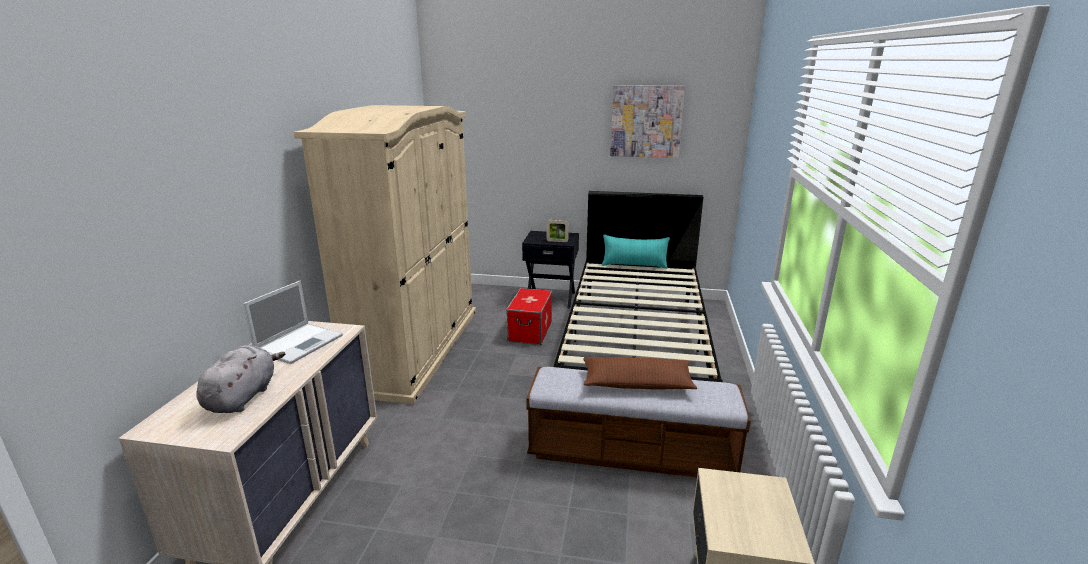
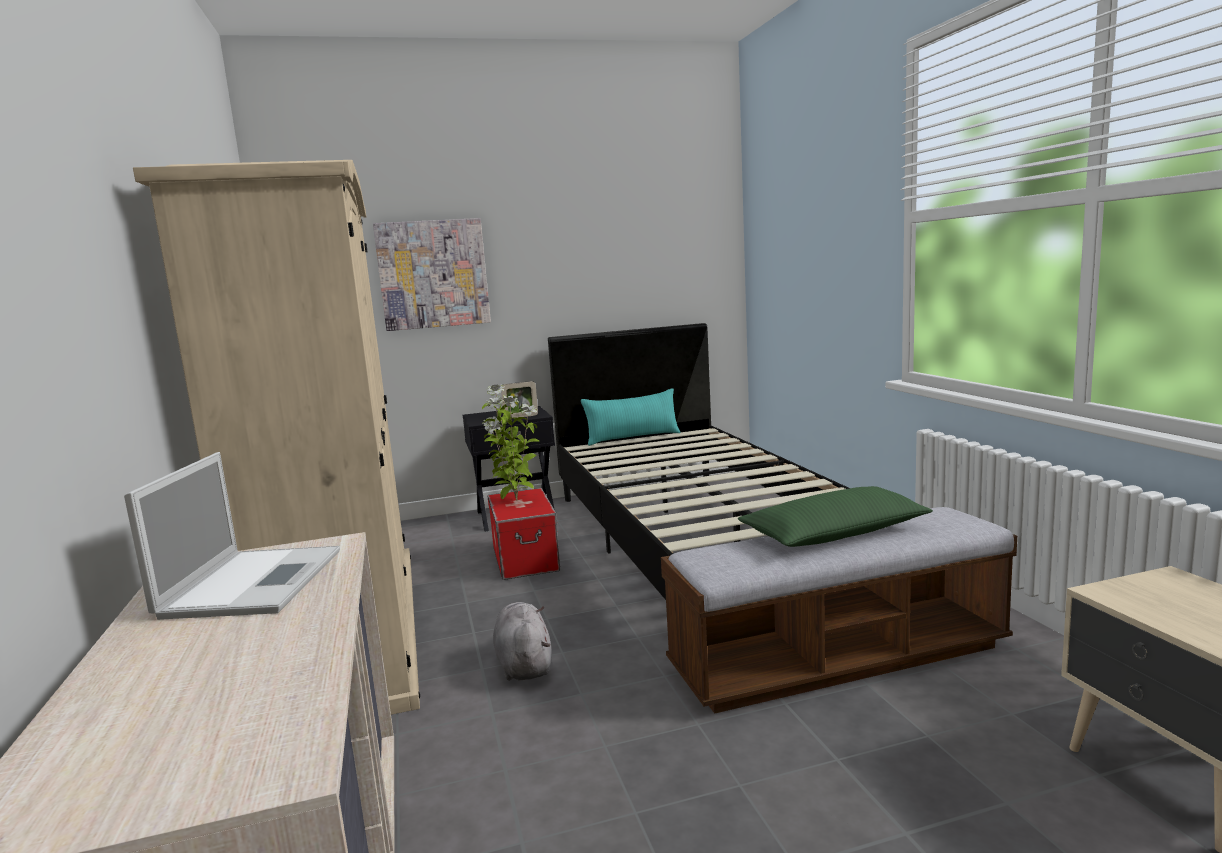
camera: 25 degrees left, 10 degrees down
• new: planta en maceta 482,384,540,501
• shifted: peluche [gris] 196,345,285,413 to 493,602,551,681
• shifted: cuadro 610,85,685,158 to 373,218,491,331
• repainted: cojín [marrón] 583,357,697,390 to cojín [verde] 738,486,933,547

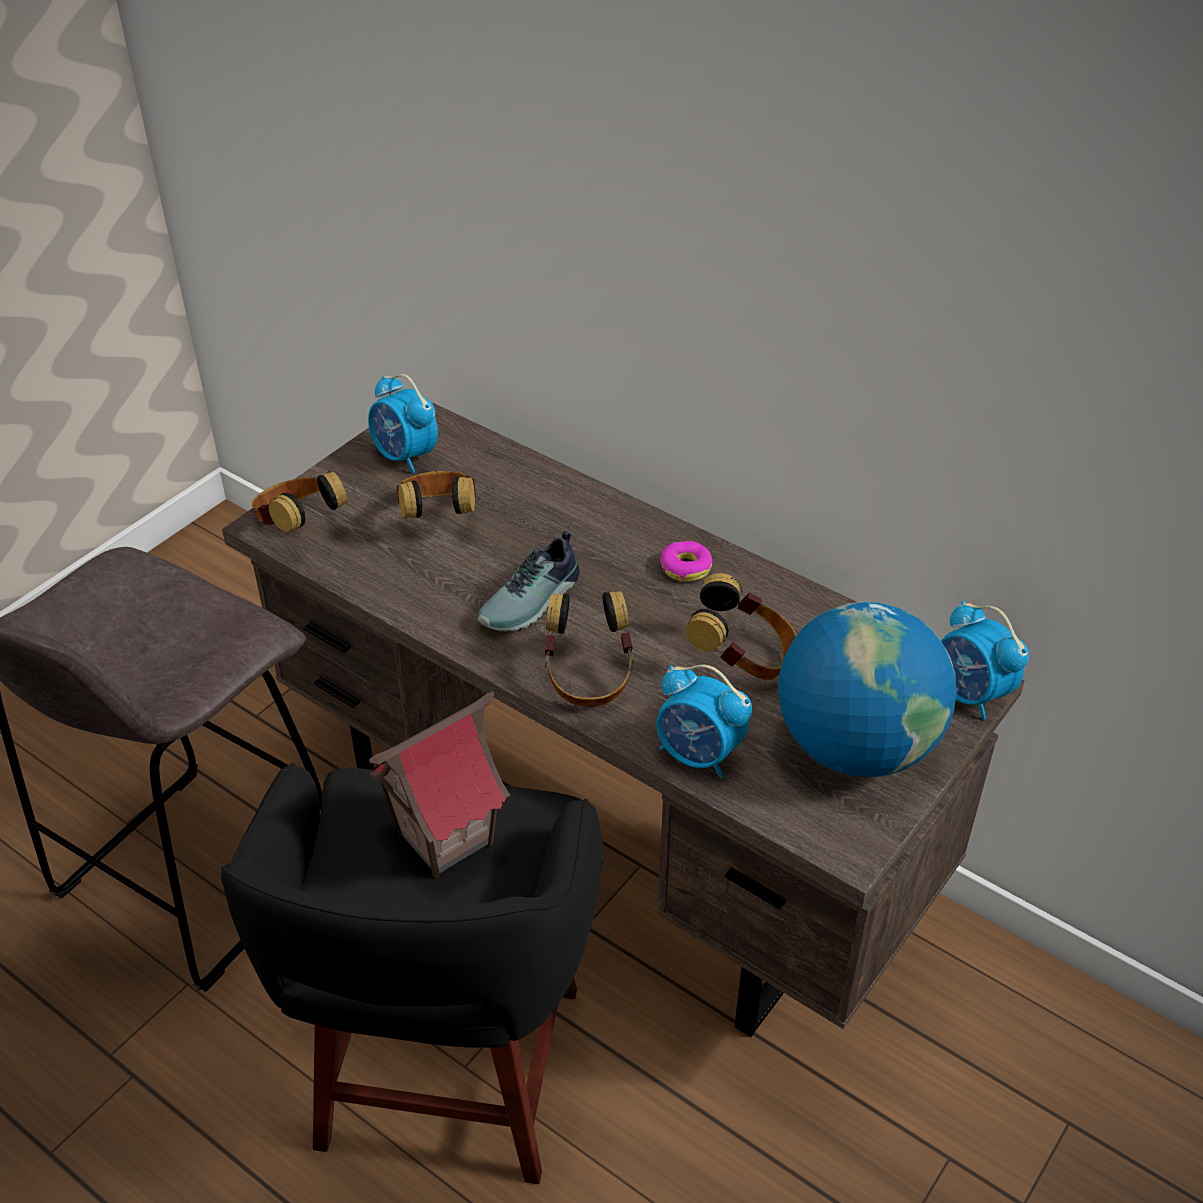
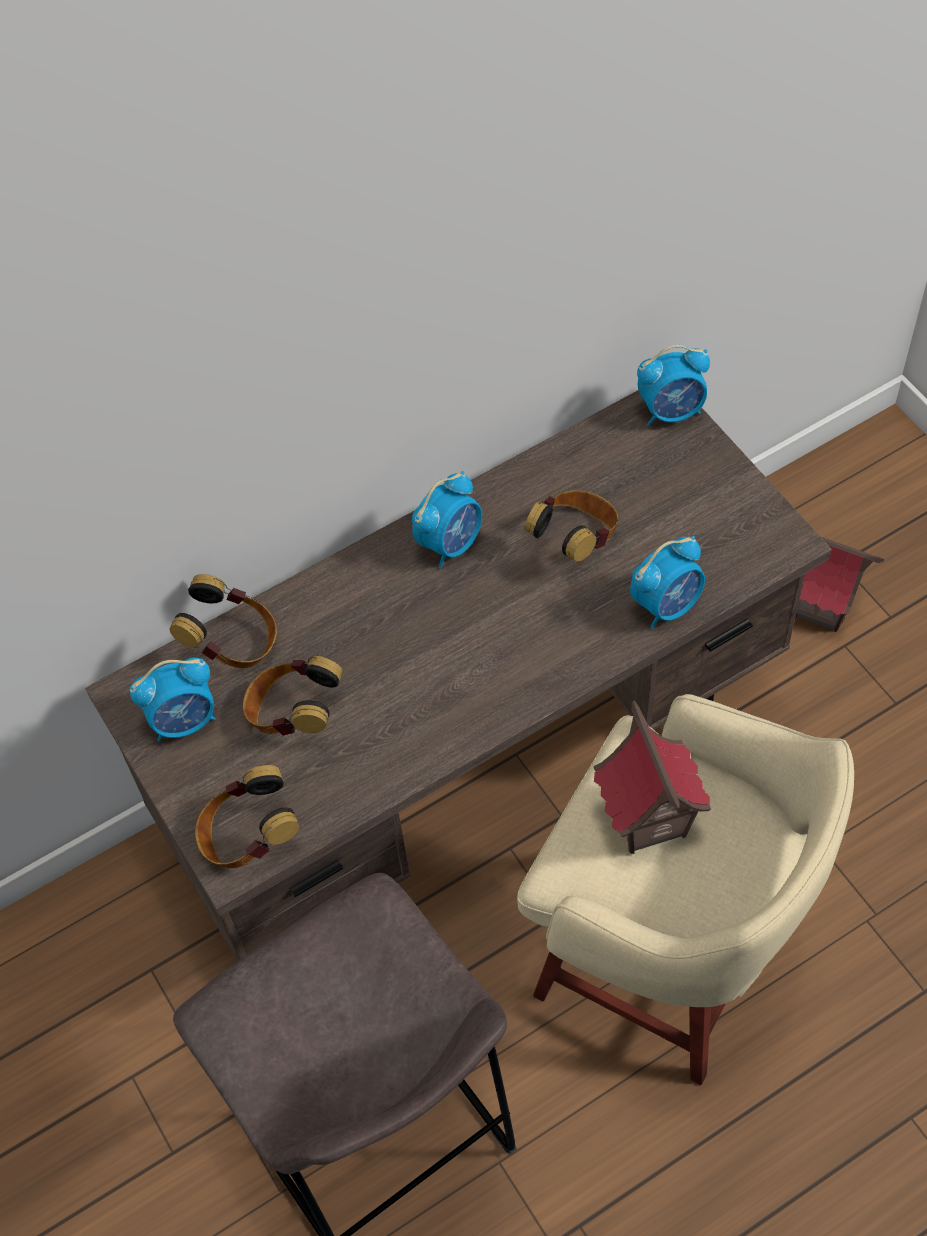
camera: 65 degrees left, 15 degrees up
• gone: zapato 477,531,580,631
• gone: globo terráqueo 778,601,957,777
• new: casita 796,537,884,632
• shifted: auriculares 545,591,634,707 to 170,574,277,668
• swapped: rosquilla 660,541,713,582 to despertador 412,471,482,569
• repainted: taburete [negro] 221,763,603,1184 to taburete [beis] 517,694,854,1085

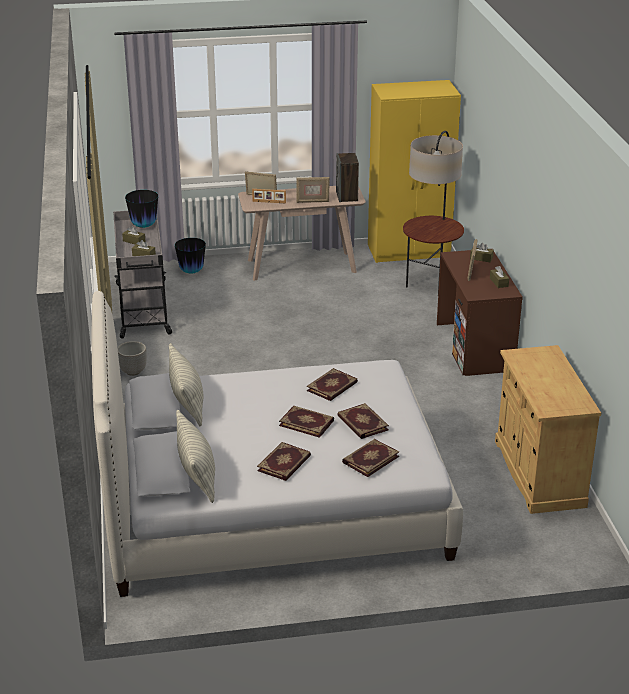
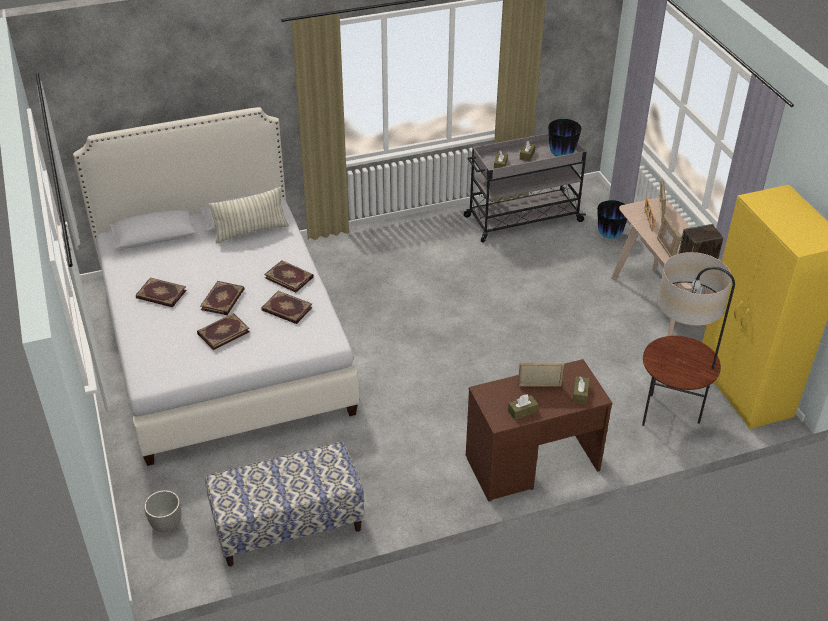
camera: 80 degrees right, 10 degrees up
• gone: cojín 176,410,215,503
• shifted: maceta 117,341,147,376 to 144,490,182,532
• shifted: libro 342,439,399,477 to 264,260,314,293
• swapped: armario [beis] 495,345,601,514 to banco 205,442,365,566

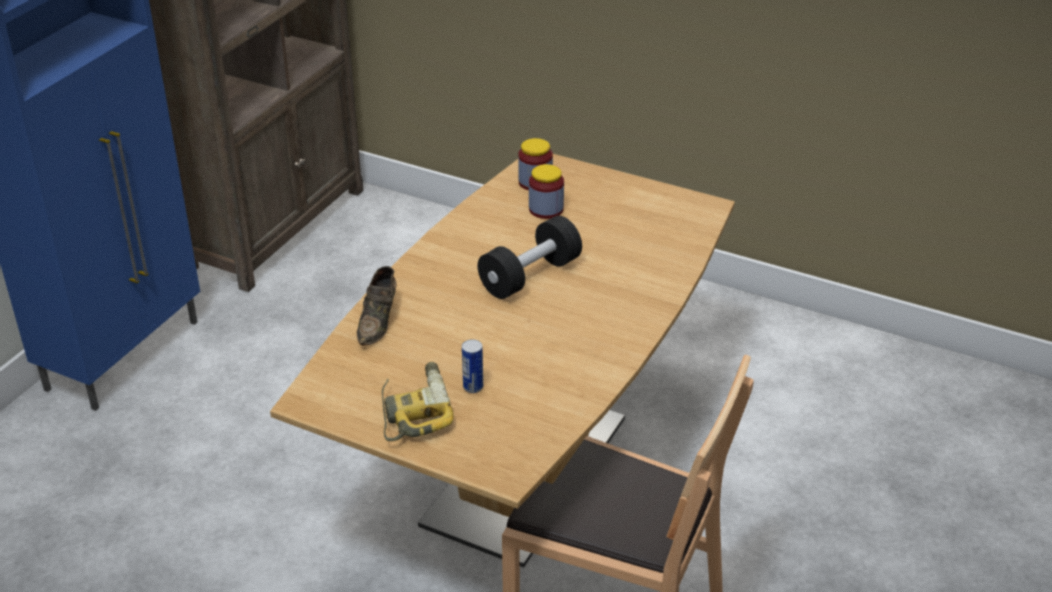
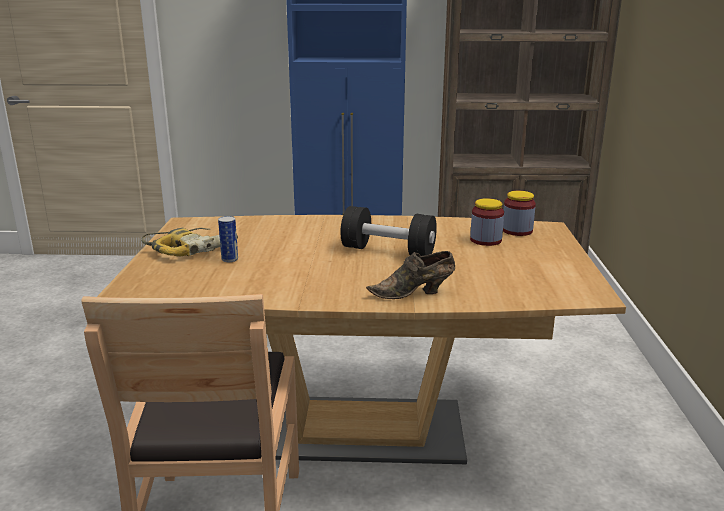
camera: 65 degrees right, 15 degrees down
• shifted: zapato [marrón] 357,266,397,345 to 366,251,455,299

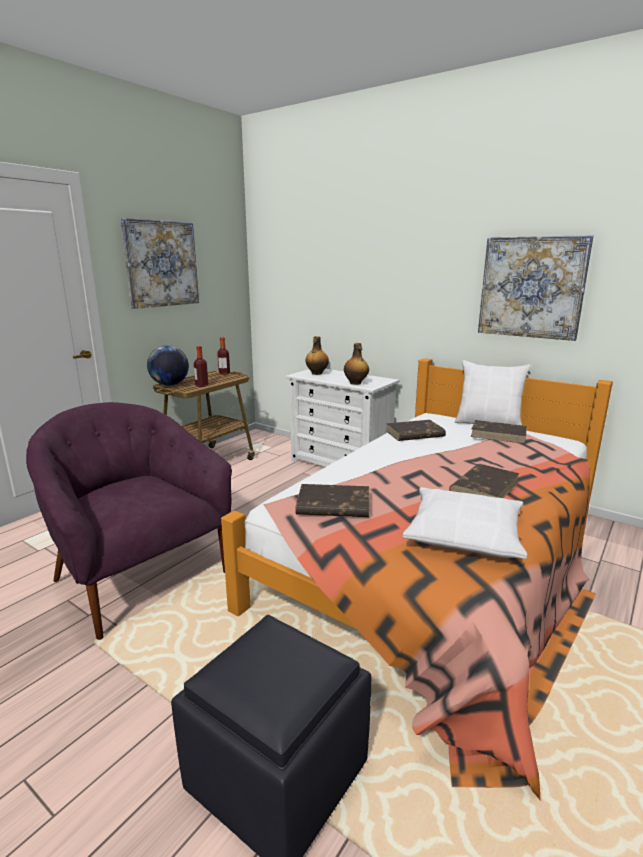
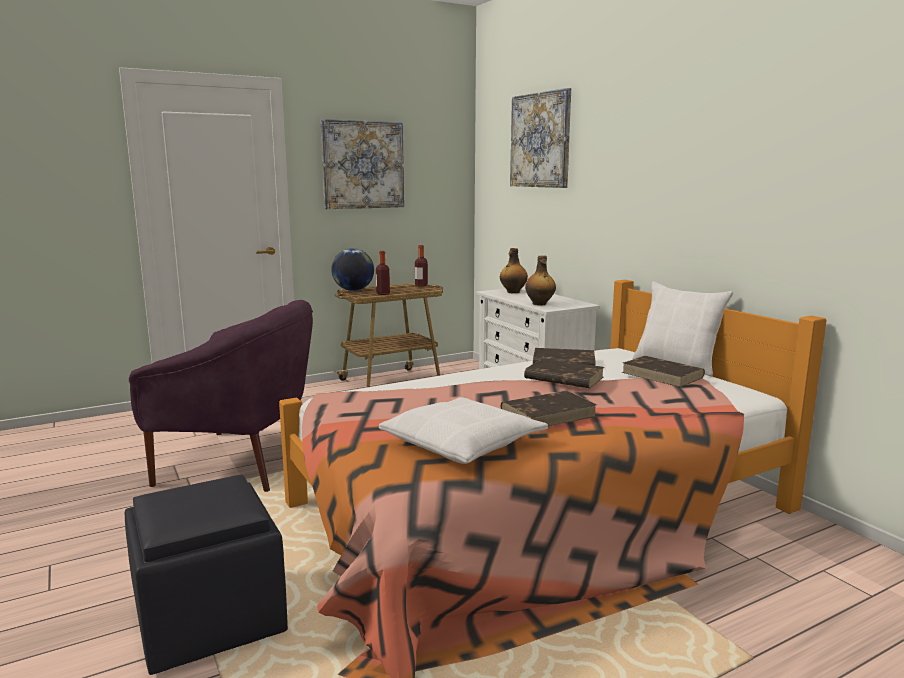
camera: 25 degrees right, 5 degrees down
• shifted: libro [marrón] 295,484,369,517 to 524,358,604,388
• shifted: cuadro 478,235,594,341 to 510,88,571,188
• rotated: sillón [morado] 26,402,232,640 = 129,300,313,492 120 degrees clockwise

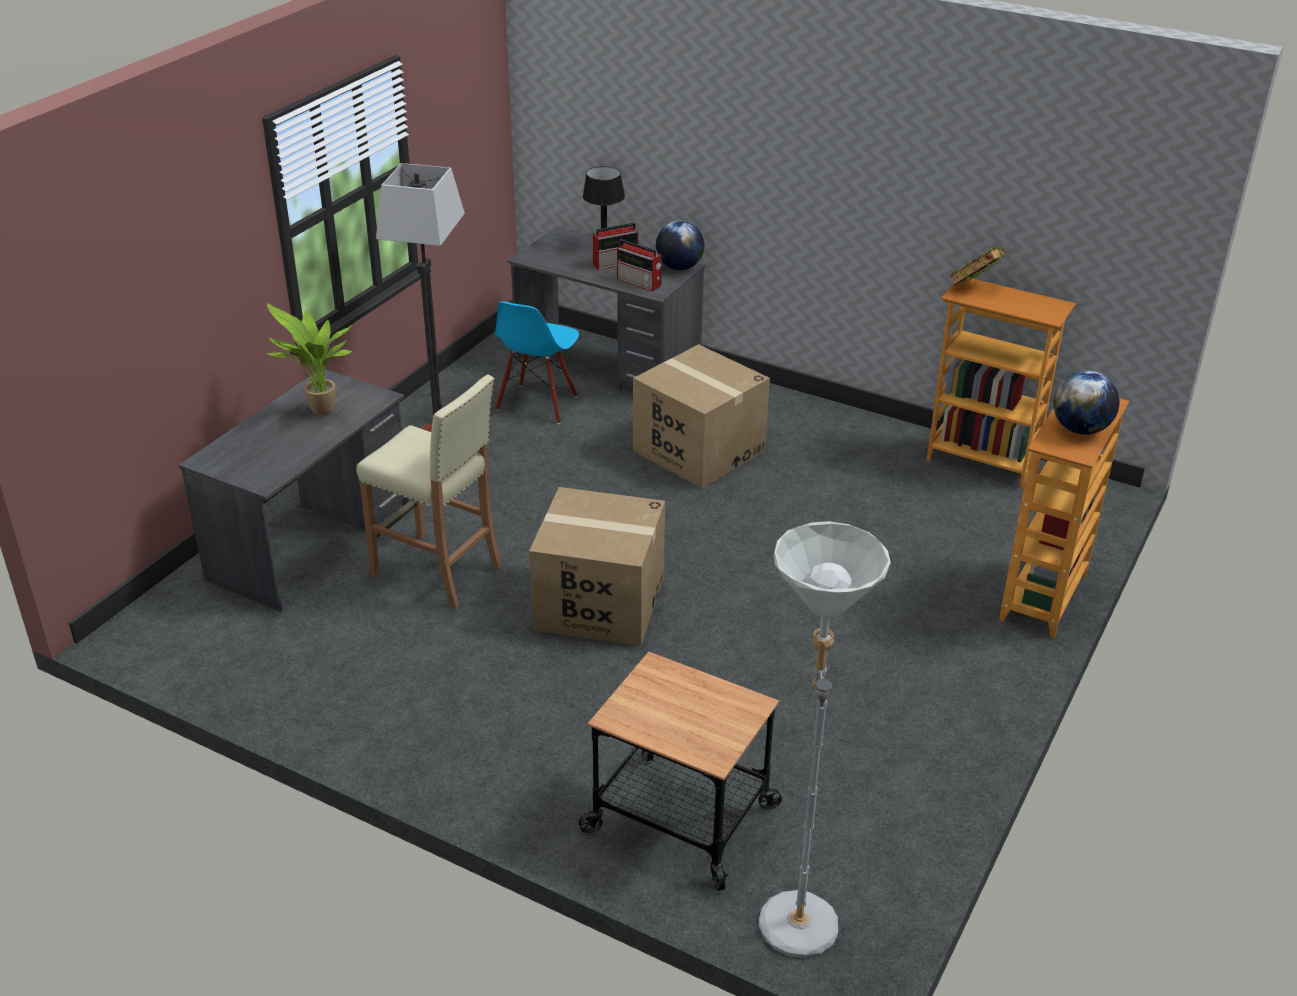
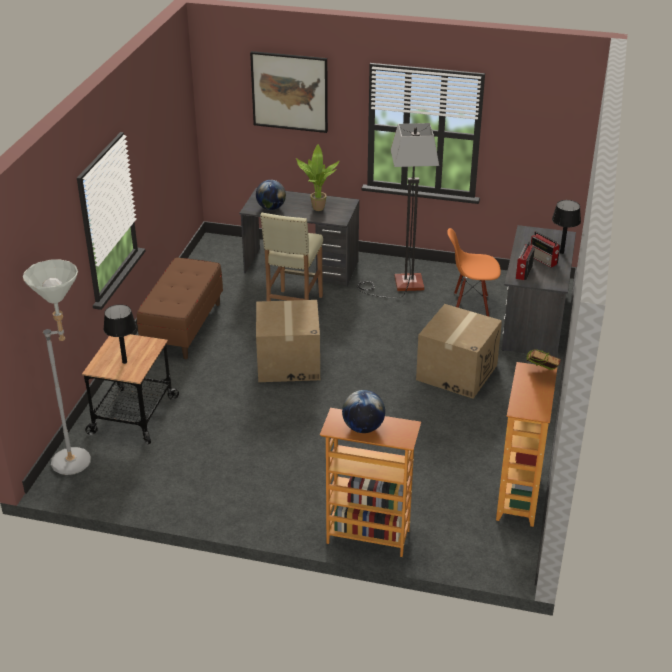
camera: 75 degrees right, 0 degrees up
• new: lámpara de mesa [negro] 103,304,137,364
• new: banco [marrón] 137,257,223,359
• new: cuadro 250,51,328,133
• shifted: globo terráqueo 656,221,704,270 to 256,180,286,210
• repainted: silla [azul] 495,302,579,424 to silla [naranja] 447,228,501,316

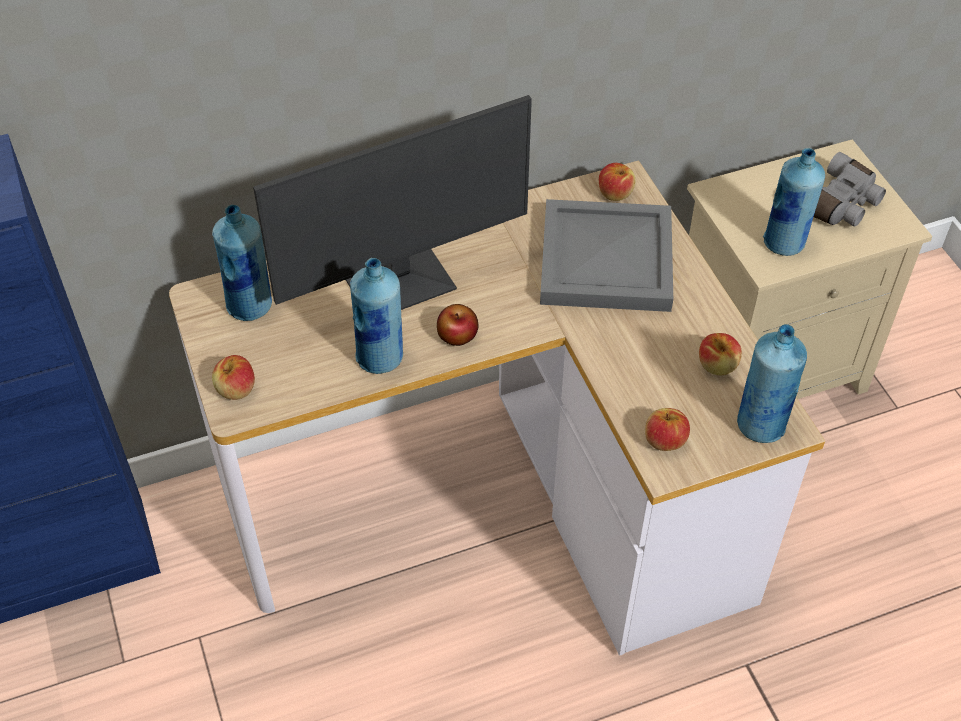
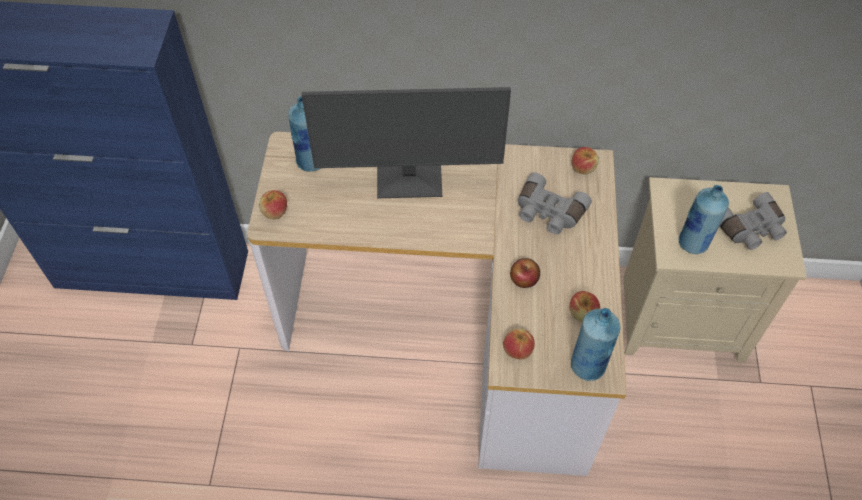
camera: 25 degrees right, 5 degrees up
• gone: botella [azul] 350,258,403,374
• shifted: manzana 437,304,478,346 to 510,258,540,288
• swapped: bandeja [gris] 540,199,673,312 to prismáticos [gris] 518,172,592,234

